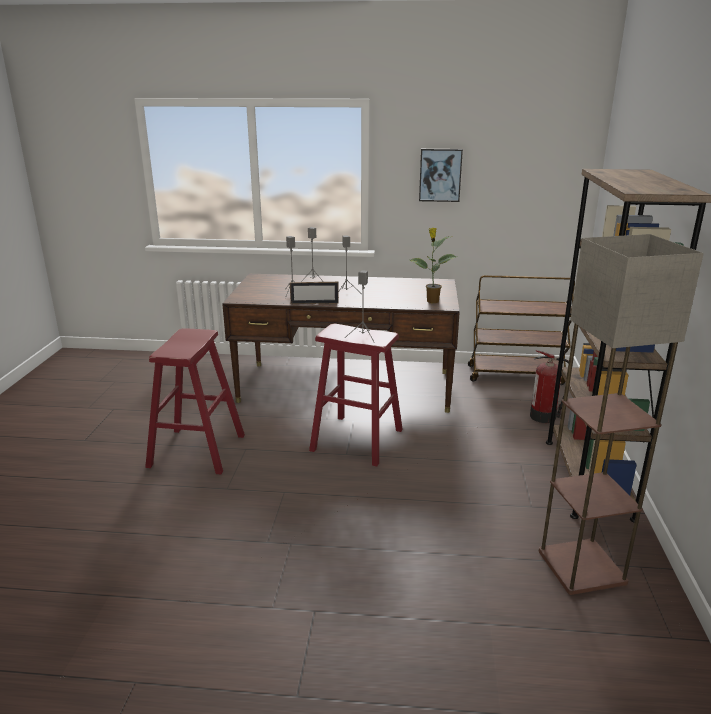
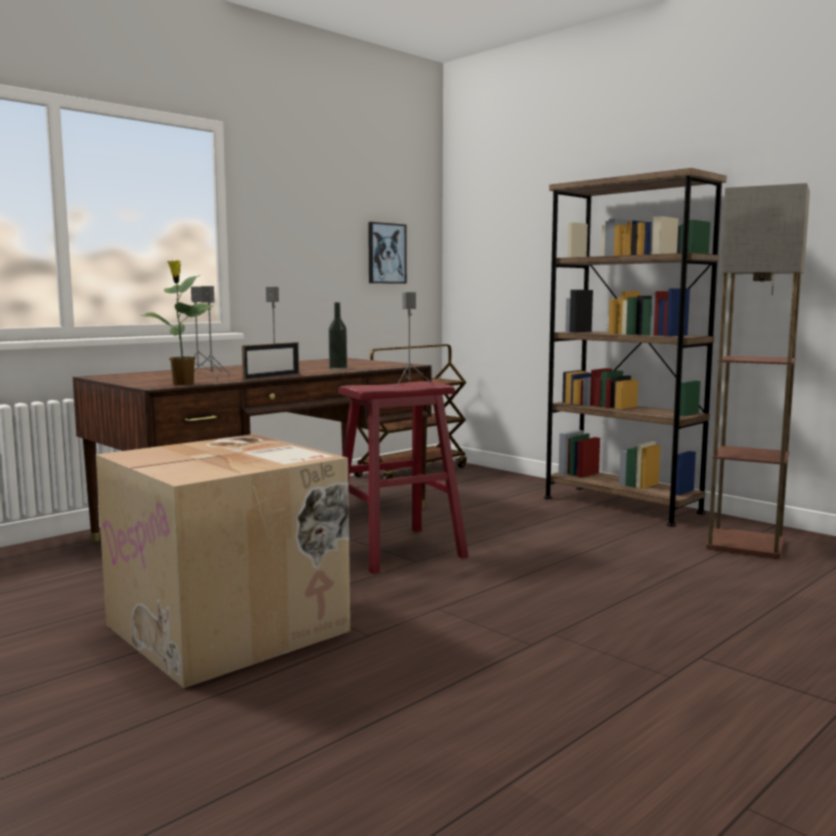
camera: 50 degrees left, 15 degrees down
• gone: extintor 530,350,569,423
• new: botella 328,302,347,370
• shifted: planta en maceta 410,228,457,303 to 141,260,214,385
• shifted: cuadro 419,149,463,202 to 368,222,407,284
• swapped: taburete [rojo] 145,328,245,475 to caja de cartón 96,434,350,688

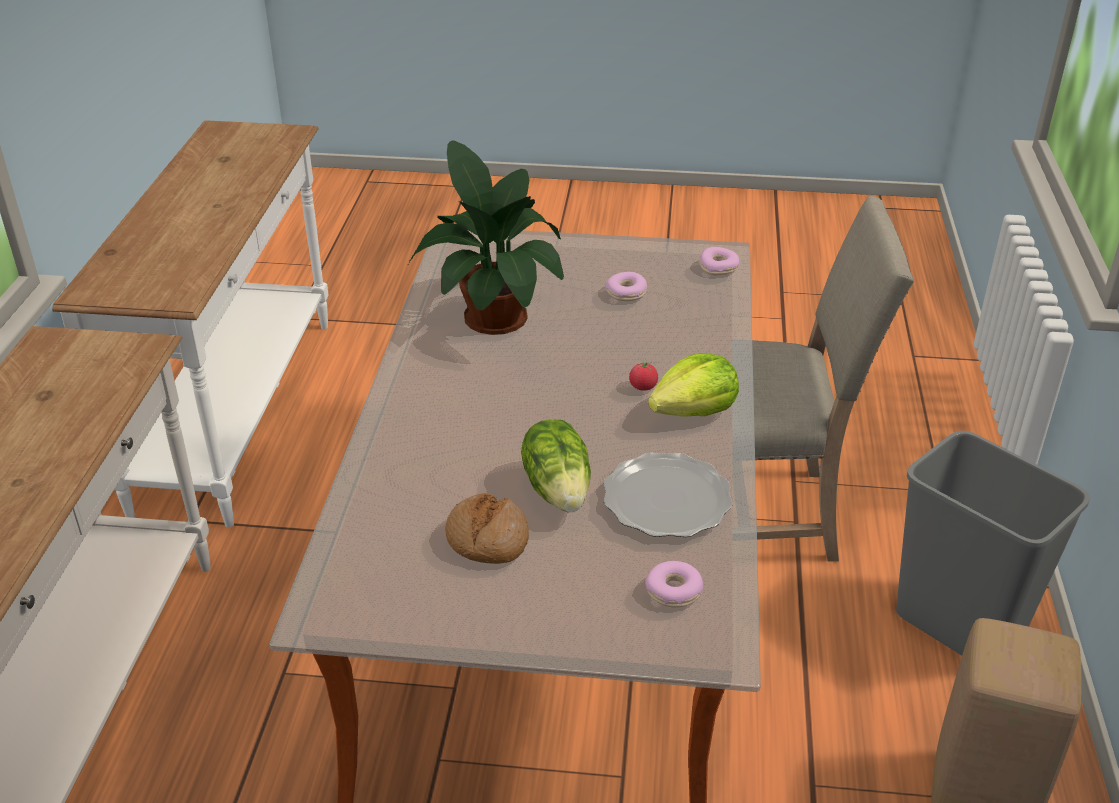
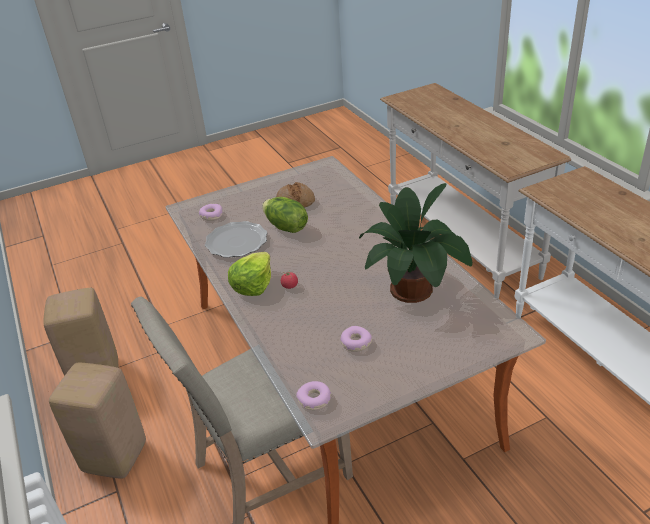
camera: 150 degrees right, 0 degrees up
• swapped: papelera [gris] 896,431,1090,656 to taburete [beis] 49,363,146,479

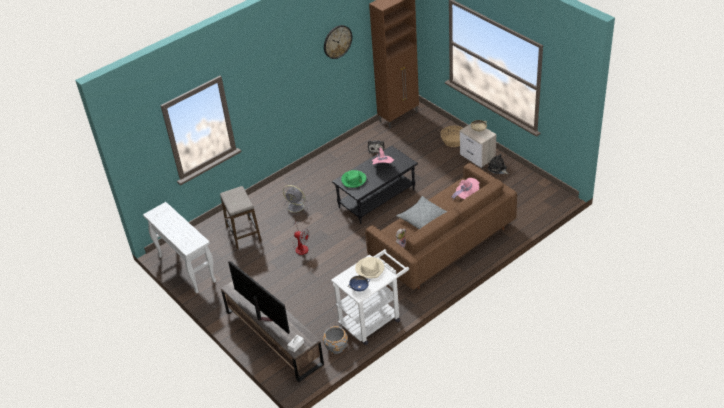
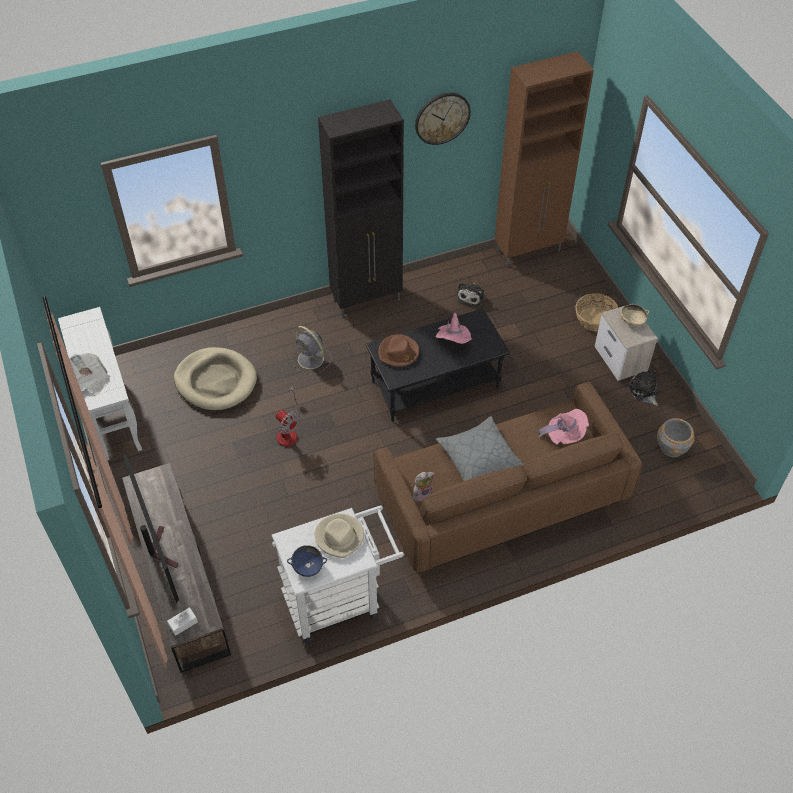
camera: 15 degrees right, 10 degrees up
• new: periódico 70,353,110,395
• new: armario [negro] 318,99,404,317
• shifted: maceta [gris] 323,326,348,354 to 657,418,695,457
• swapped: taburete 220,186,261,250 to cama para perro [beis] 174,347,257,411
• repainted: sombrero [verde] 341,170,366,188 to sombrero [marrón] 378,334,419,367

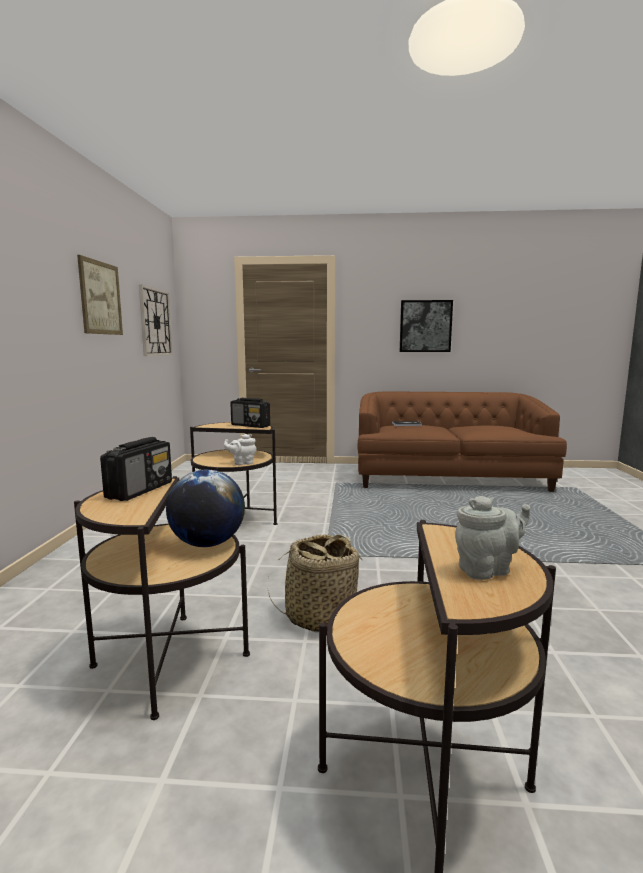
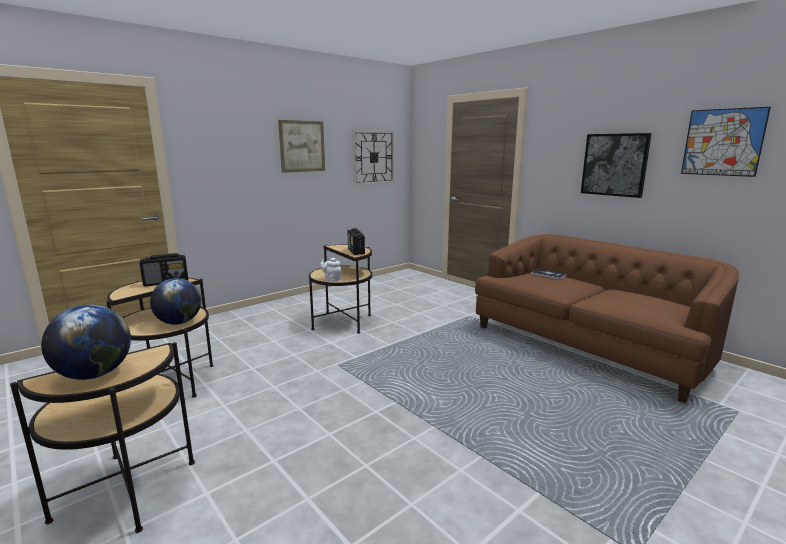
camera: 45 degrees right, 5 degrees up
• gone: cesta 267,534,363,632
• new: cuadro 681,107,771,177
• swapped: tetera [gris] 455,496,530,580 to globo terráqueo 41,305,131,380

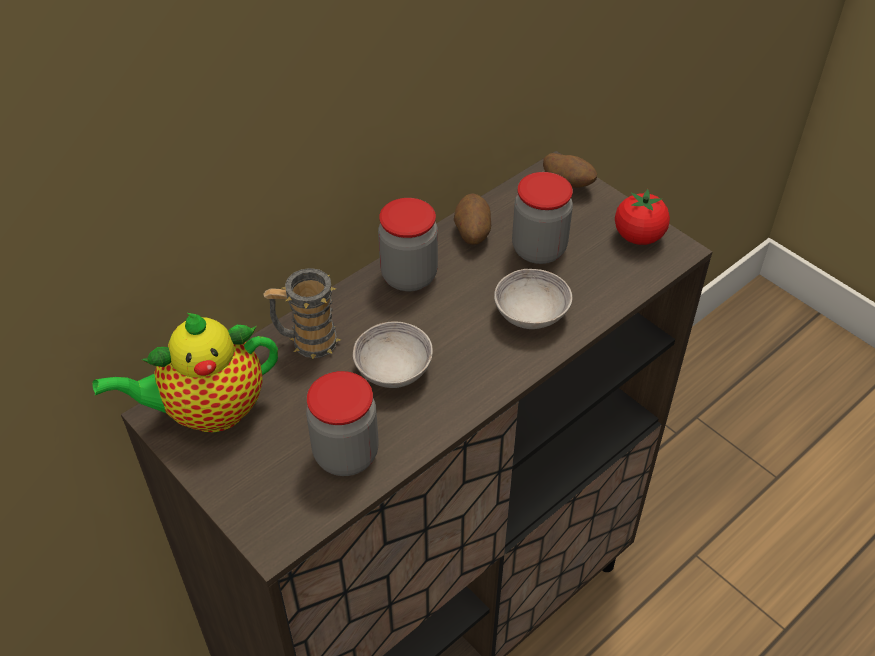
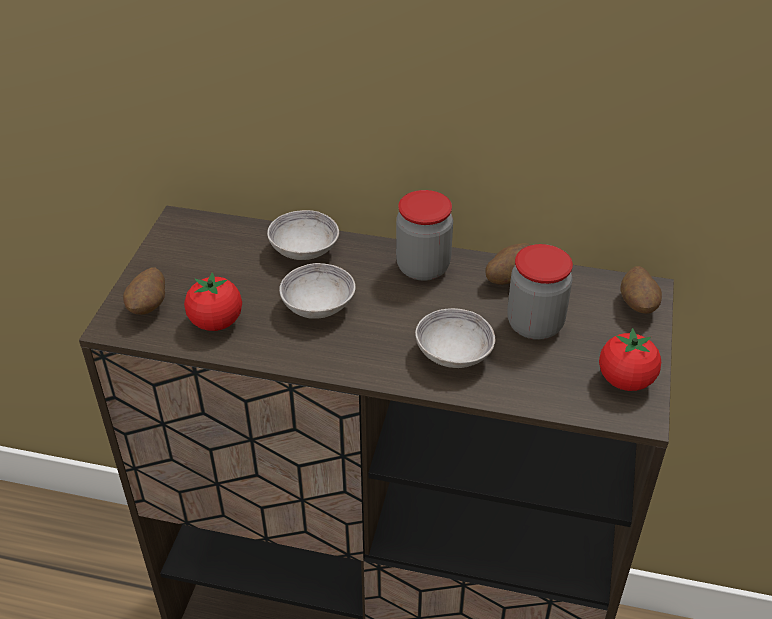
camera: 55 degrees right, 5 degrees down
• gone: tetera 93,313,278,432
• new: patata 123,267,165,315
• swapped: taza grande 263,268,341,359 to cuenco [gris] 267,210,339,260
• swapped: tarro 306,371,378,476 to tomate 184,272,242,331

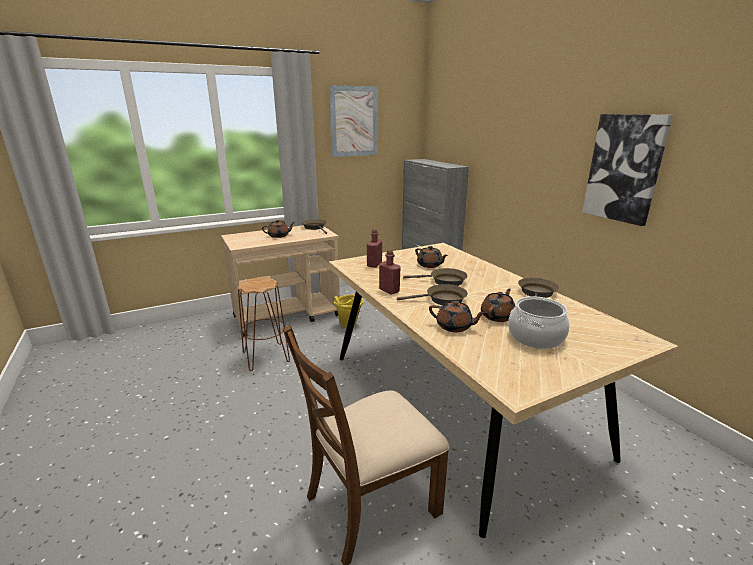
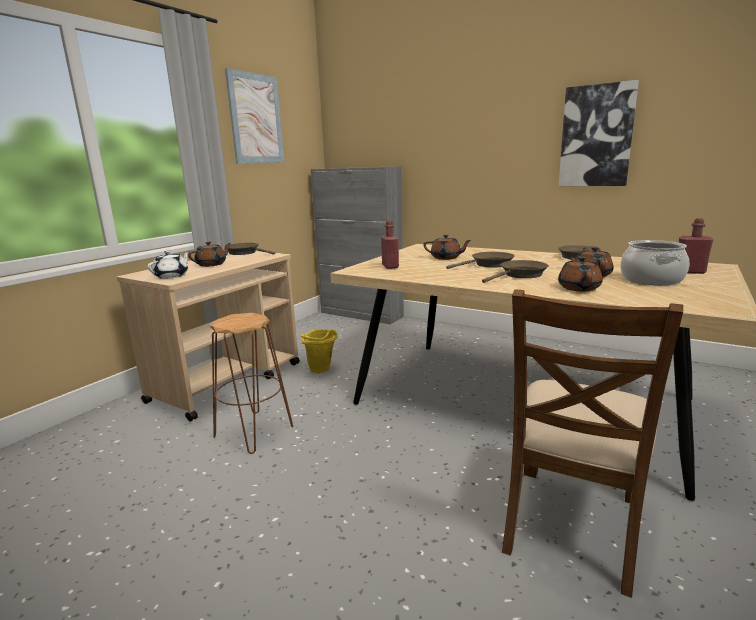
camera: 30 degrees left, 5 degrees down
• new: tetera [blanco] 147,251,190,279
• shifted: botella [rojo] 379,250,401,295 to 679,218,713,274
• rotated: tetera [marrón] 429,301,487,332 = 558,257,603,291 75 degrees counterclockwise

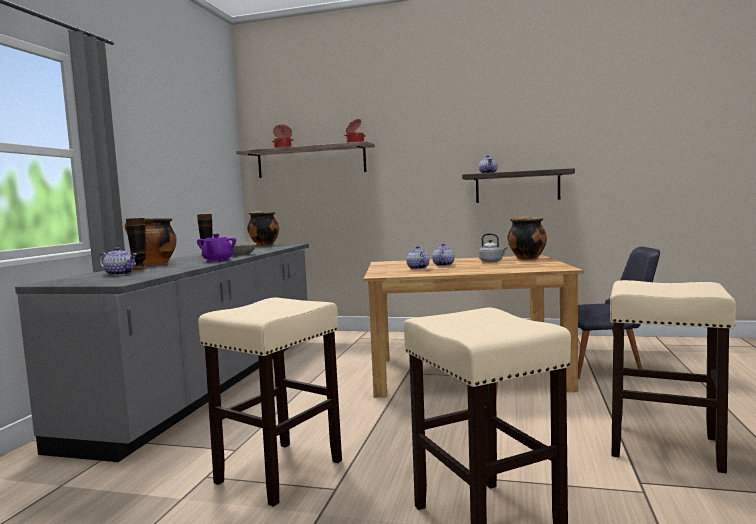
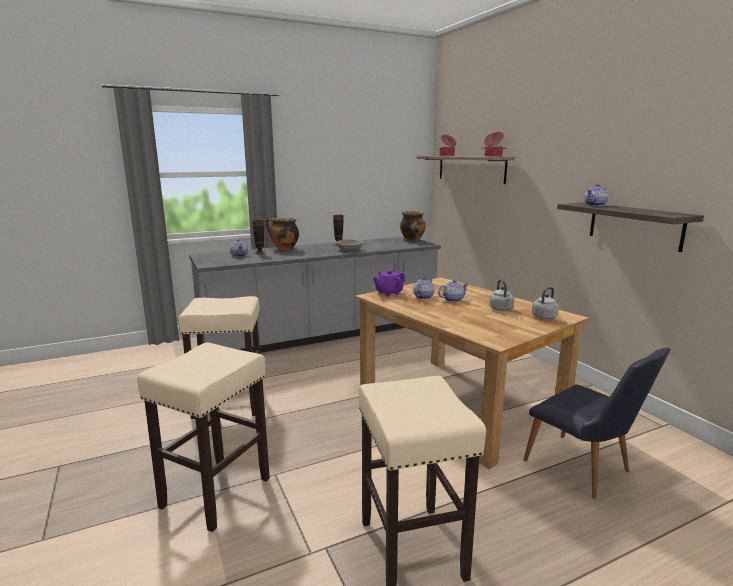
camera: 50 degrees right, 10 degrees up
• shifted: tetera [morado] 197,234,236,262 to 373,270,406,297
• swapped: olla 507,216,547,260 to hervidor [gris] 532,287,559,319

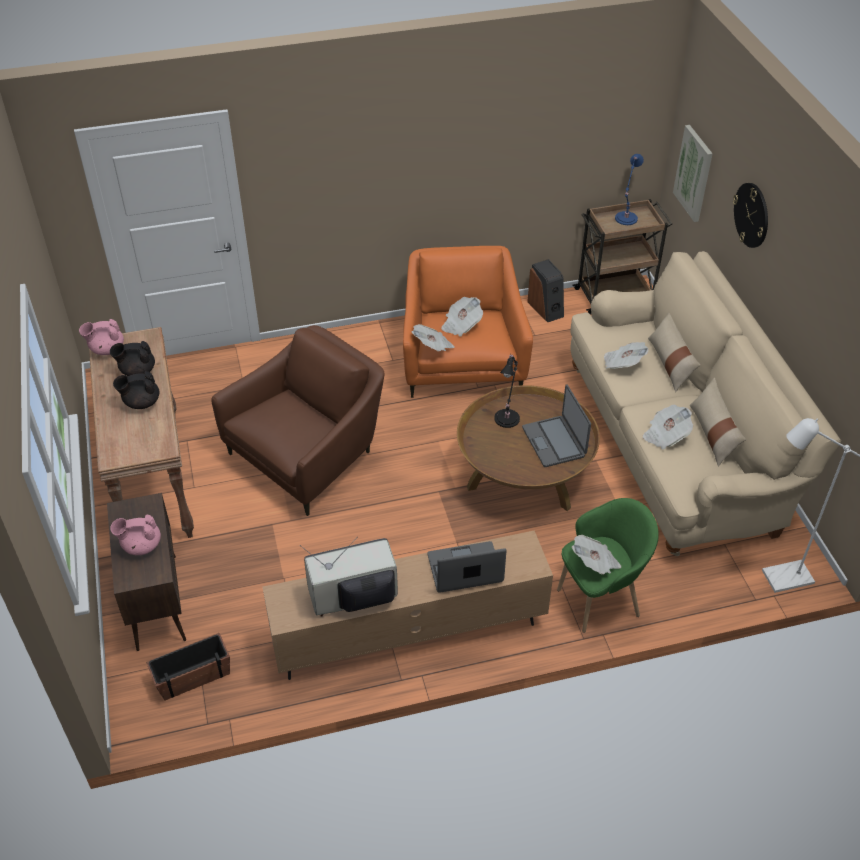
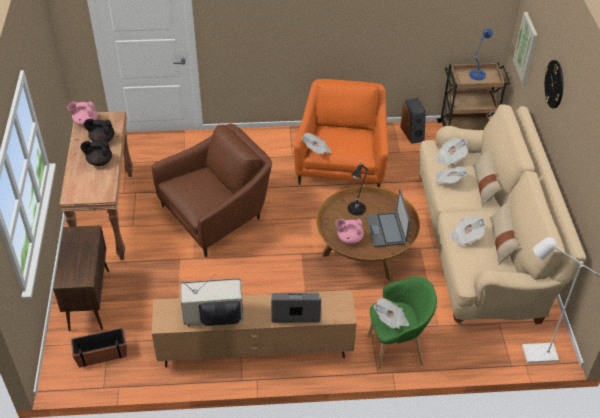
camera: 10 degrees right, 0 degrees up
• shifted: tetera [rosa] 110,515,161,555 to 335,218,364,244
• shifted: periódico 441,297,483,336 to 435,137,468,167

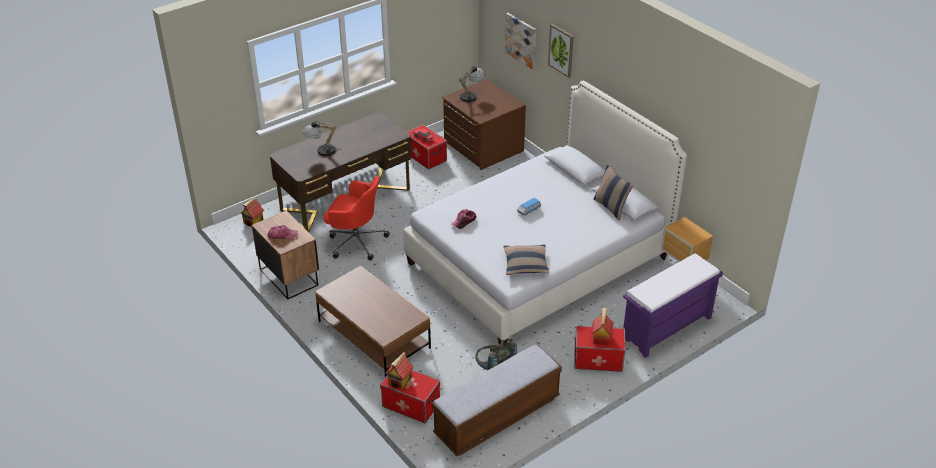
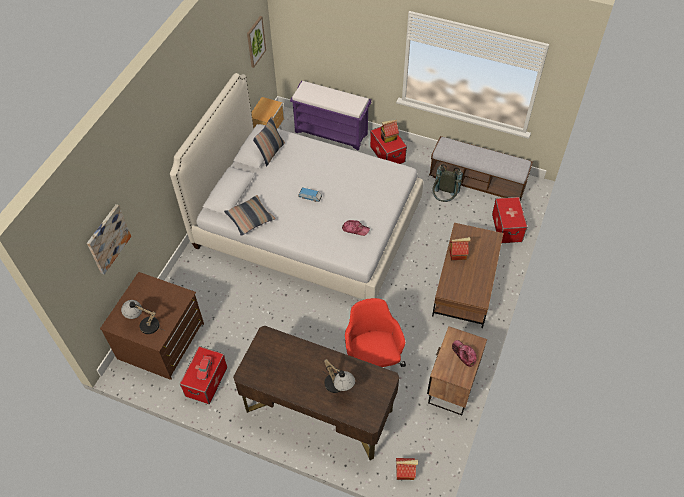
camera: 120 degrees left, 15 degrees up
• shifted: casita 386,352,414,389 to 449,237,471,260
• shifted: cojín 503,245,550,275 to 224,195,275,236
• shifted: cuadro 548,24,574,78 to 247,16,266,68

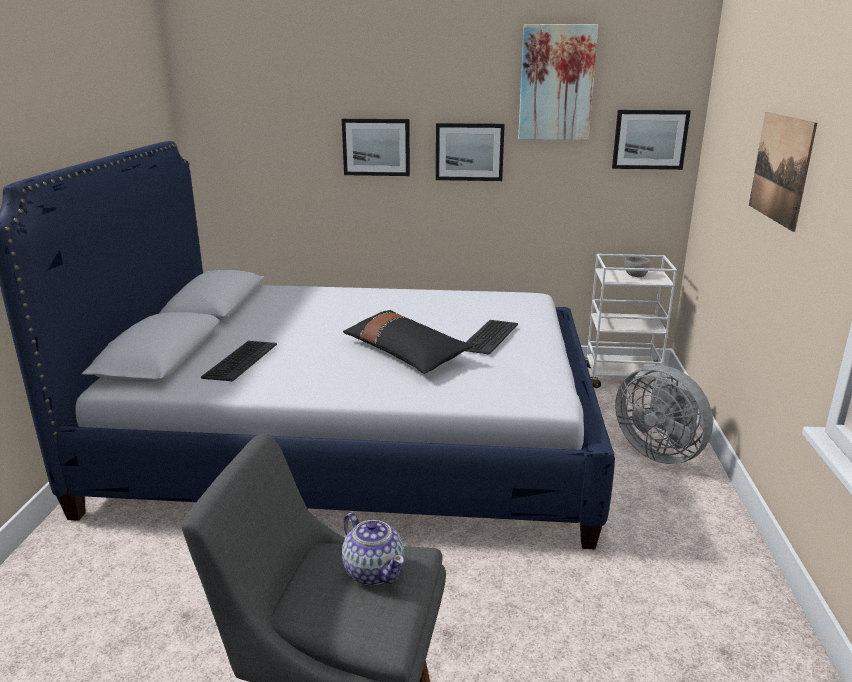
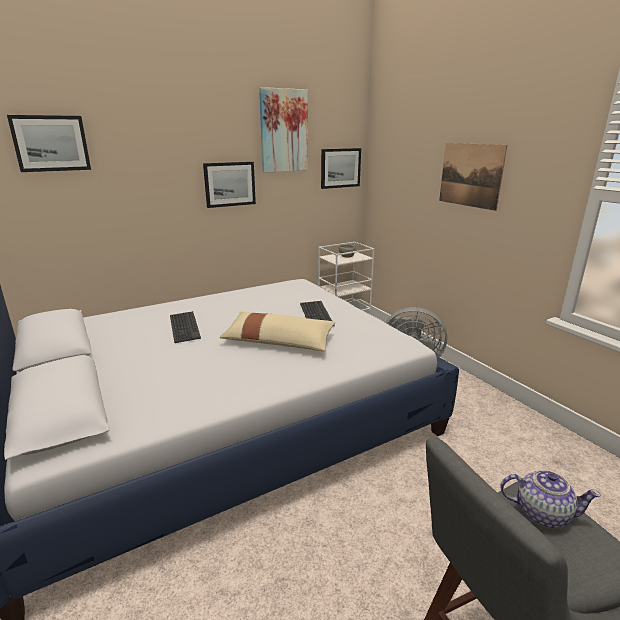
camera: 35 degrees left, 0 degrees up
• shifted: teclado 201,341,277,381 to 170,311,201,343
• shifted: cuadro 342,119,410,176 to 7,115,91,172
• repainted: cojín [negro] 343,310,473,374 to cojín [beis] 219,311,336,351

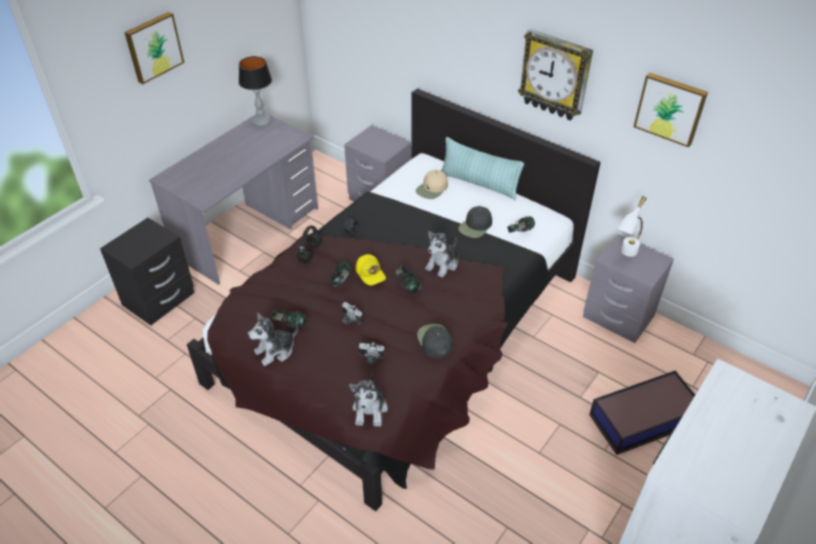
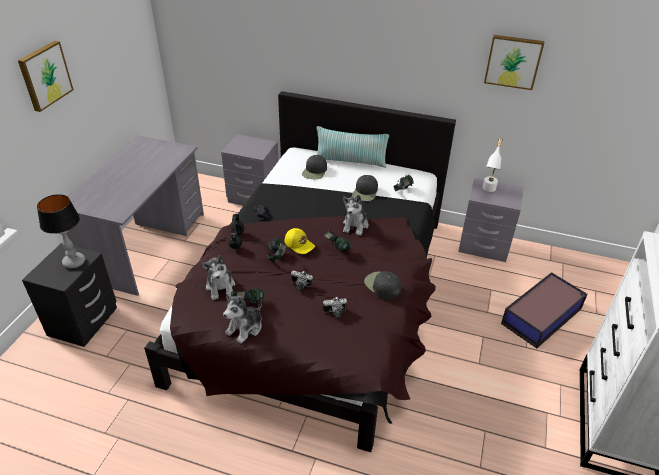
camera: 20 degrees left, 5 degrees down
• gone: reloj de pared 518,29,593,121
• shifted: lámpara de mesa 239,56,272,127 to 37,194,85,269
• shifted: peluche 349,374,388,427 to 201,255,235,300
• repainted: gorra [beis] 416,170,448,199 to gorra [negro] 302,155,327,179

